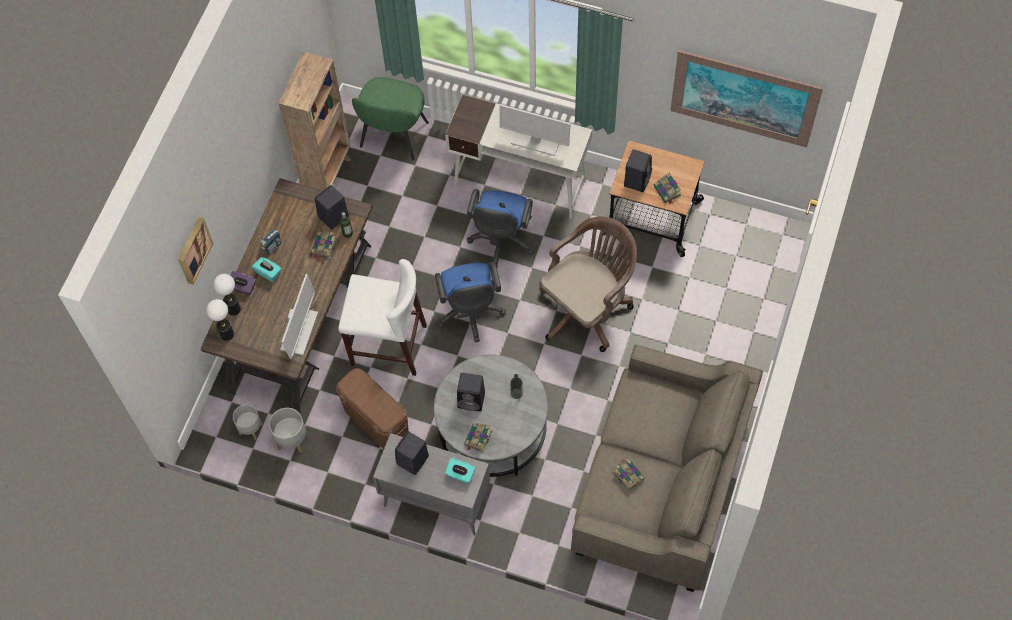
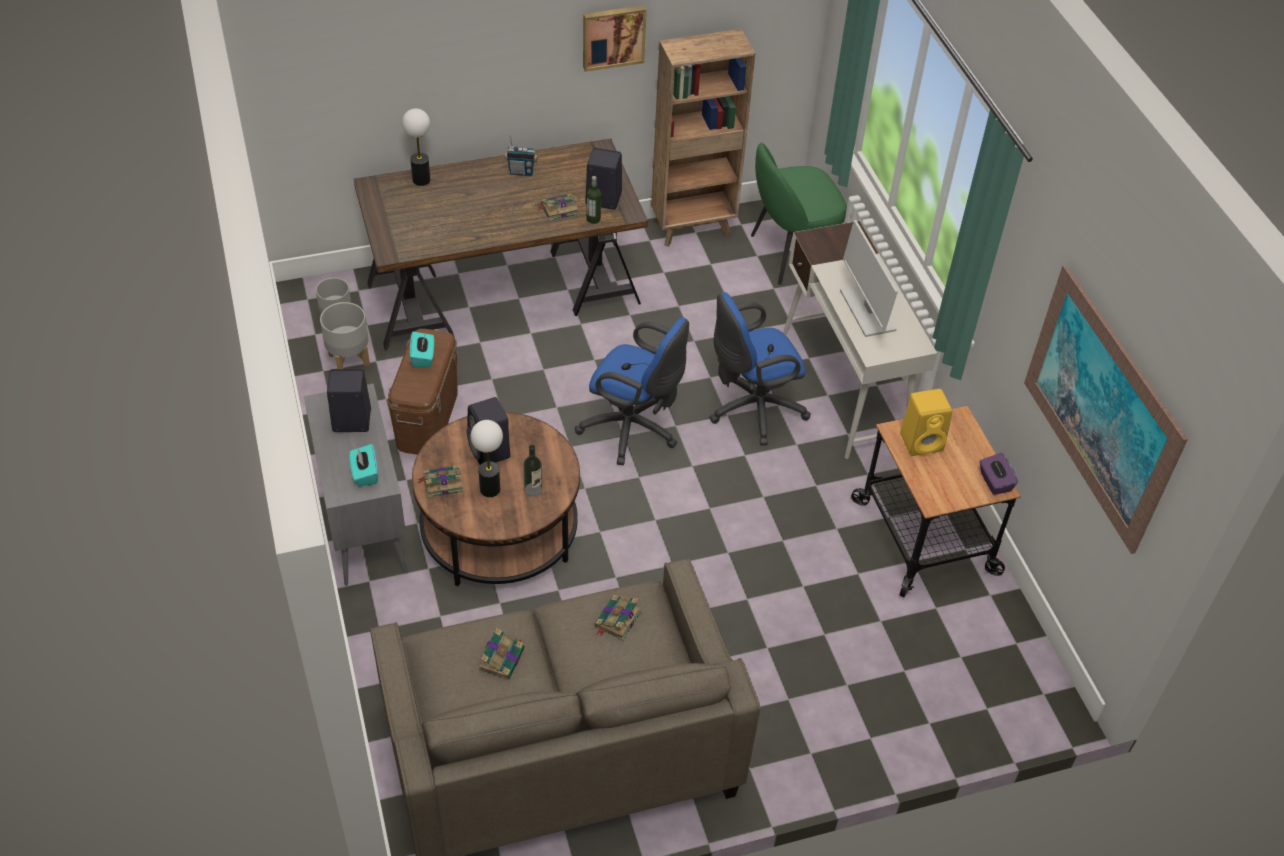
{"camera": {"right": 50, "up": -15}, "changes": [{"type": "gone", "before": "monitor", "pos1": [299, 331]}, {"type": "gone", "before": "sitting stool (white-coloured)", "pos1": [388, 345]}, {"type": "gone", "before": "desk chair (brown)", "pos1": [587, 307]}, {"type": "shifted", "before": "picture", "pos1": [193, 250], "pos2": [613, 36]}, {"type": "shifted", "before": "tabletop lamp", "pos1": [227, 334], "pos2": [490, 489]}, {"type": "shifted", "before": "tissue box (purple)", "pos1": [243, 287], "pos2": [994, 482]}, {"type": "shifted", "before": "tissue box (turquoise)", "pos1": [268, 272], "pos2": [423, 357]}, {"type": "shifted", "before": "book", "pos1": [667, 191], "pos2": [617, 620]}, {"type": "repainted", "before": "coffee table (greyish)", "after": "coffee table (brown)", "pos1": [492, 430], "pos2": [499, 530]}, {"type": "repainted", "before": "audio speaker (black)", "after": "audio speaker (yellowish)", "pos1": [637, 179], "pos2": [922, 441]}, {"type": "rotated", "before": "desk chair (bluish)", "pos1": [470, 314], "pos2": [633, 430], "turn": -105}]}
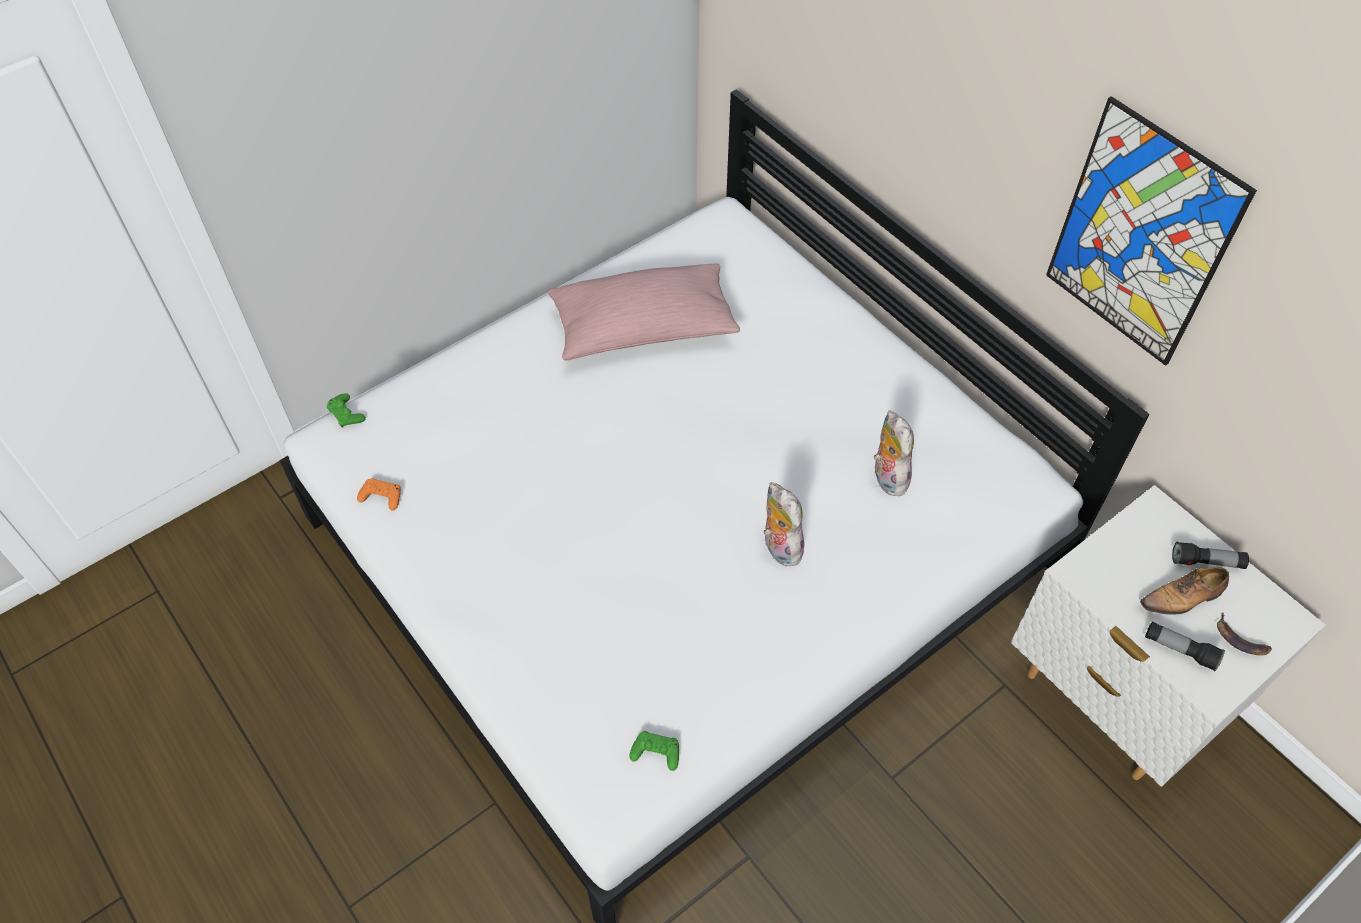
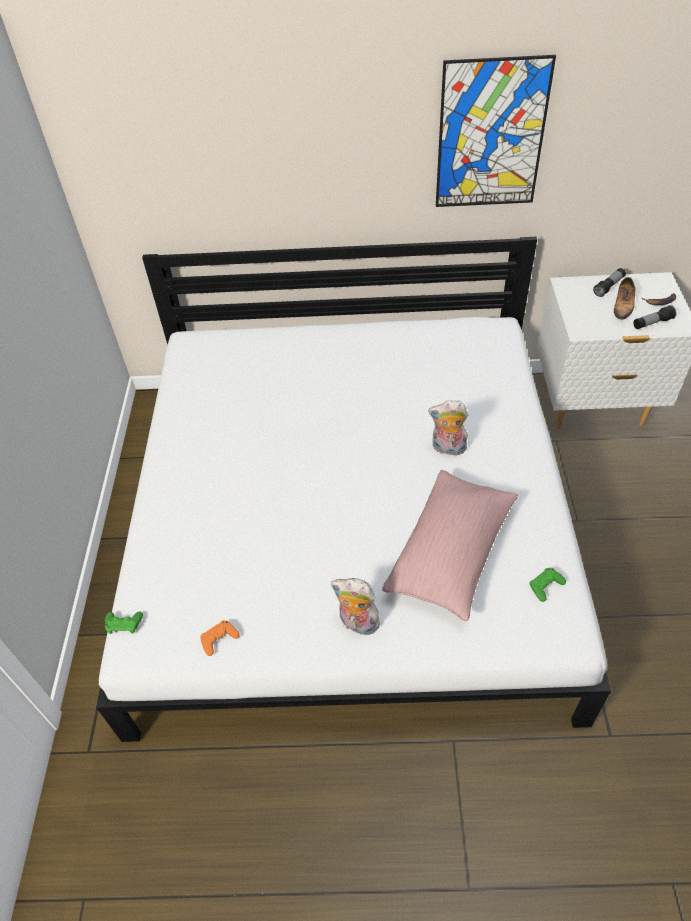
{"camera": {"right": -50, "up": -5}, "changes": [{"type": "shifted", "before": "throw pillow (pinkish)", "pos1": [643, 328], "pos2": [451, 553]}, {"type": "shifted", "before": "soft toy", "pos1": [887, 477], "pos2": [357, 623]}]}
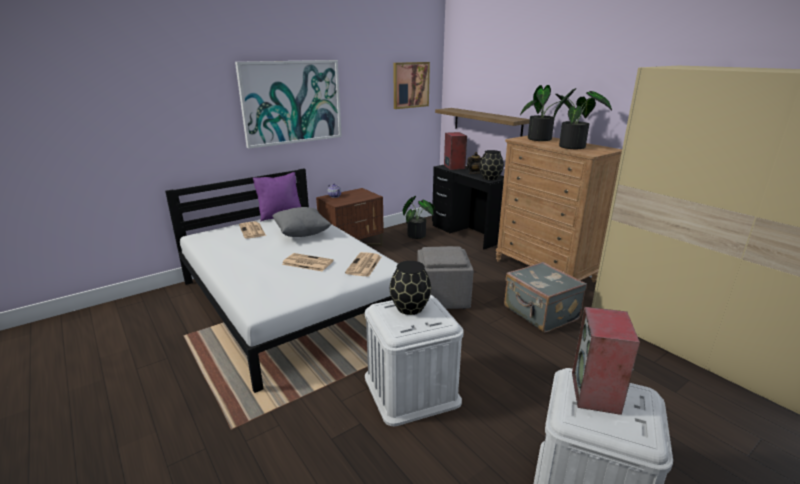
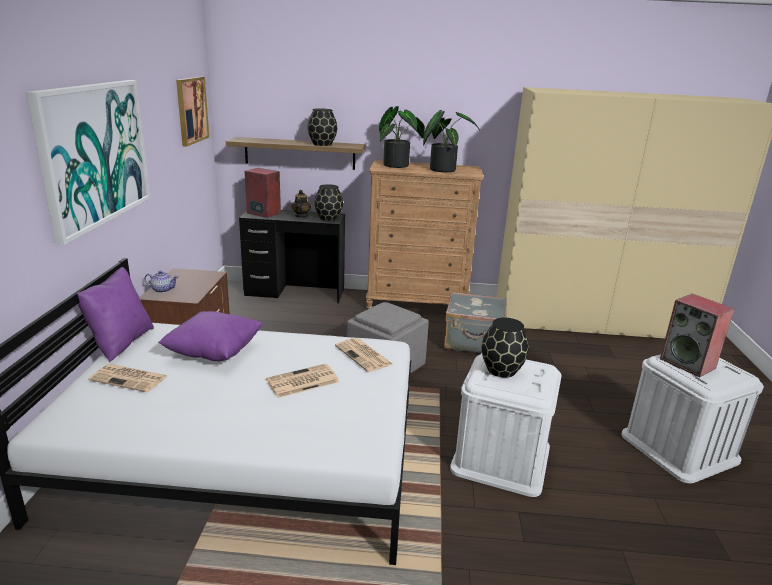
{"camera": {"right": -50, "up": 0}, "changes": [{"type": "gone", "before": "plant in a pot", "pos1": [419, 235]}, {"type": "new", "after": "flower vase (black)", "pos2": [322, 144]}, {"type": "repainted", "before": "throw pillow (greyish)", "after": "throw pillow (purple)", "pos1": [302, 233], "pos2": [214, 353]}]}
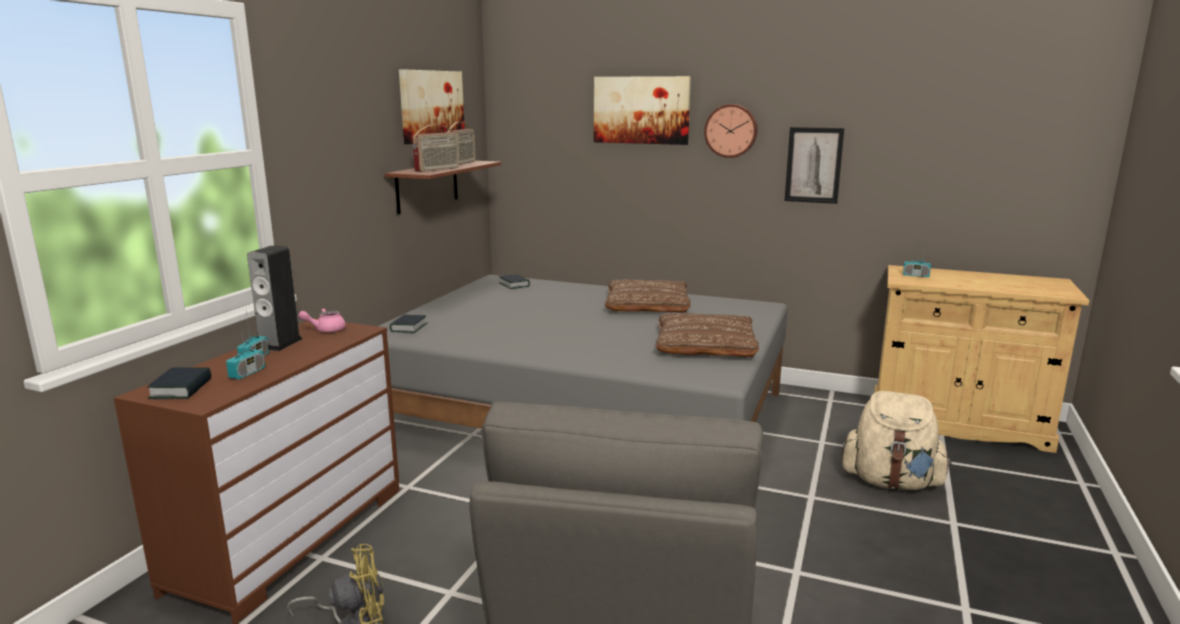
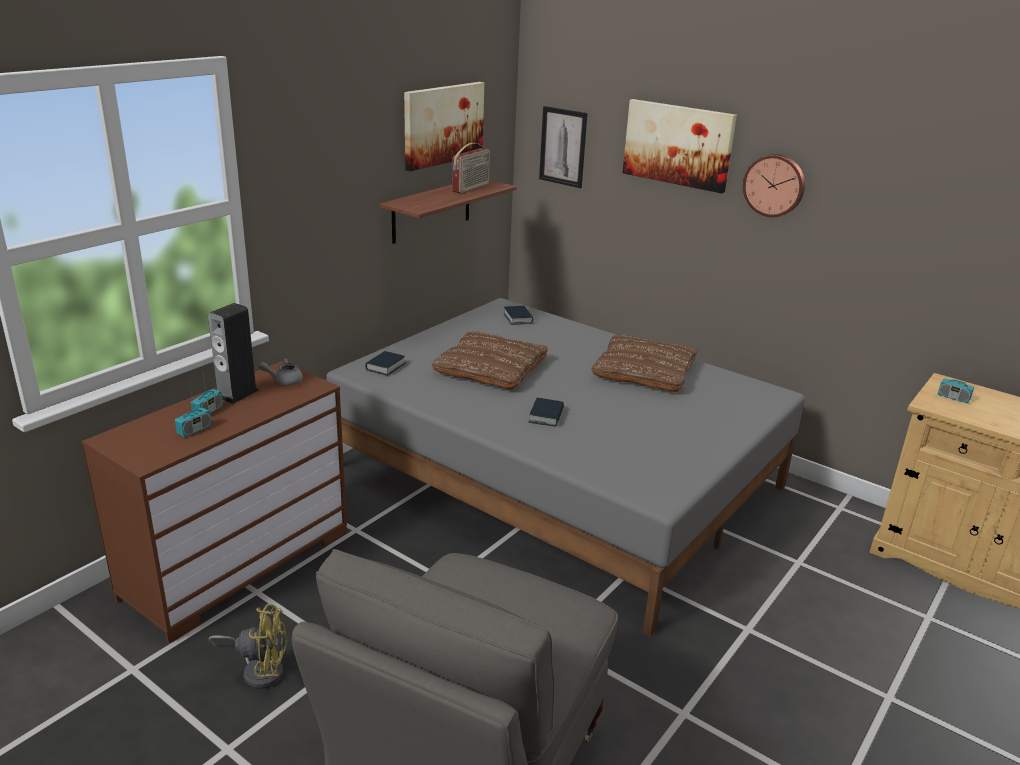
{"camera": {"right": 15, "up": 10}, "changes": [{"type": "gone", "before": "radio receiver", "pos1": [438, 169]}, {"type": "gone", "before": "rucksack (beige)", "pos1": [891, 482]}, {"type": "shifted", "before": "book", "pos1": [181, 389], "pos2": [546, 416]}, {"type": "shifted", "before": "throw pillow (brown)", "pos1": [705, 344], "pos2": [490, 367]}, {"type": "shifted", "before": "picture", "pos1": [813, 165], "pos2": [563, 147]}, {"type": "repainted", "before": "teapot (pinkish)", "after": "teapot (greyish)", "pos1": [325, 330], "pos2": [284, 381]}]}
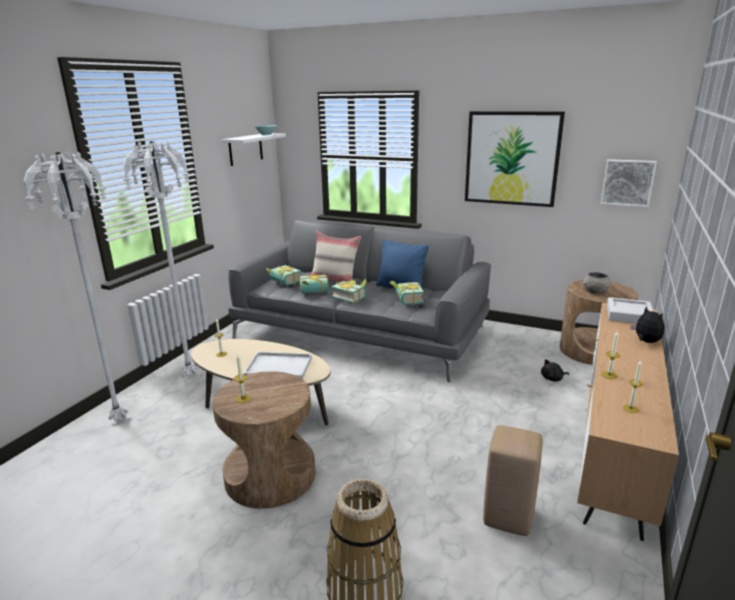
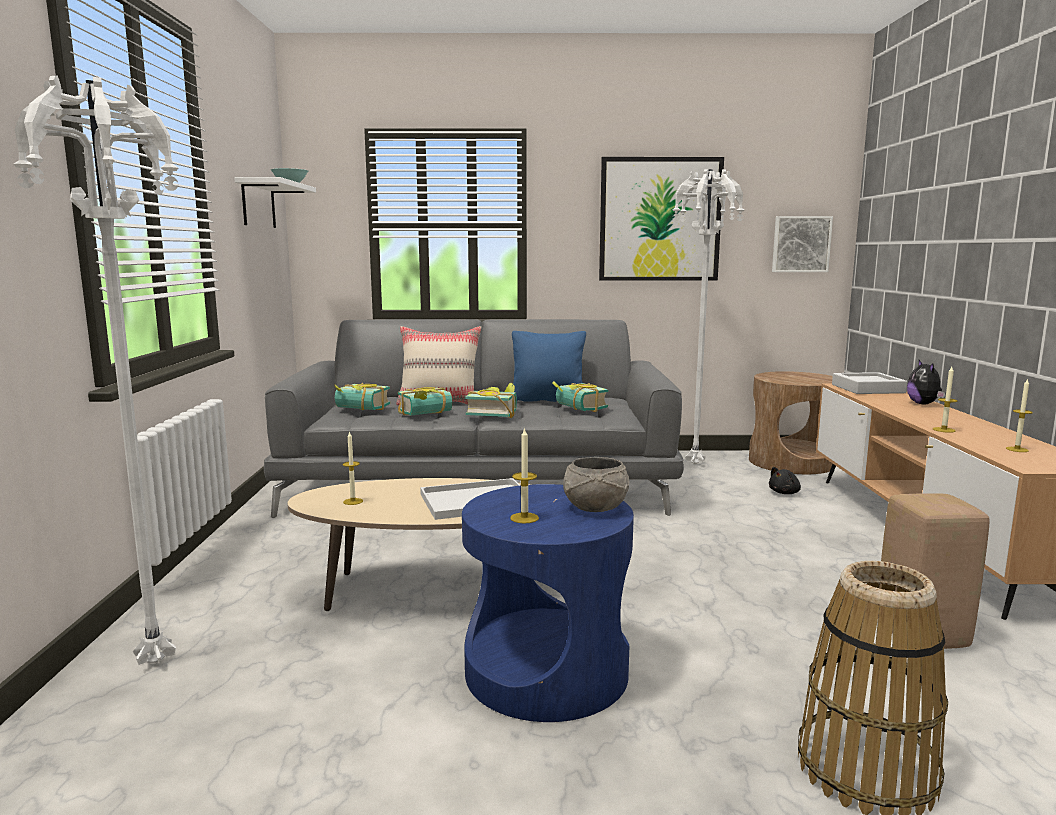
{"camera": {"right": -25, "up": -10}, "changes": [{"type": "shifted", "before": "standard lamp (white-coloured)", "pos1": [189, 376], "pos2": [696, 464]}, {"type": "shifted", "before": "bowl (greyish)", "pos1": [594, 292], "pos2": [594, 508]}, {"type": "repainted", "before": "side table (brown)", "after": "side table (bluish)", "pos1": [270, 475], "pos2": [545, 671]}, {"type": "rotated", "before": "soft toy", "pos1": [645, 341], "pos2": [924, 404], "turn": -135}]}
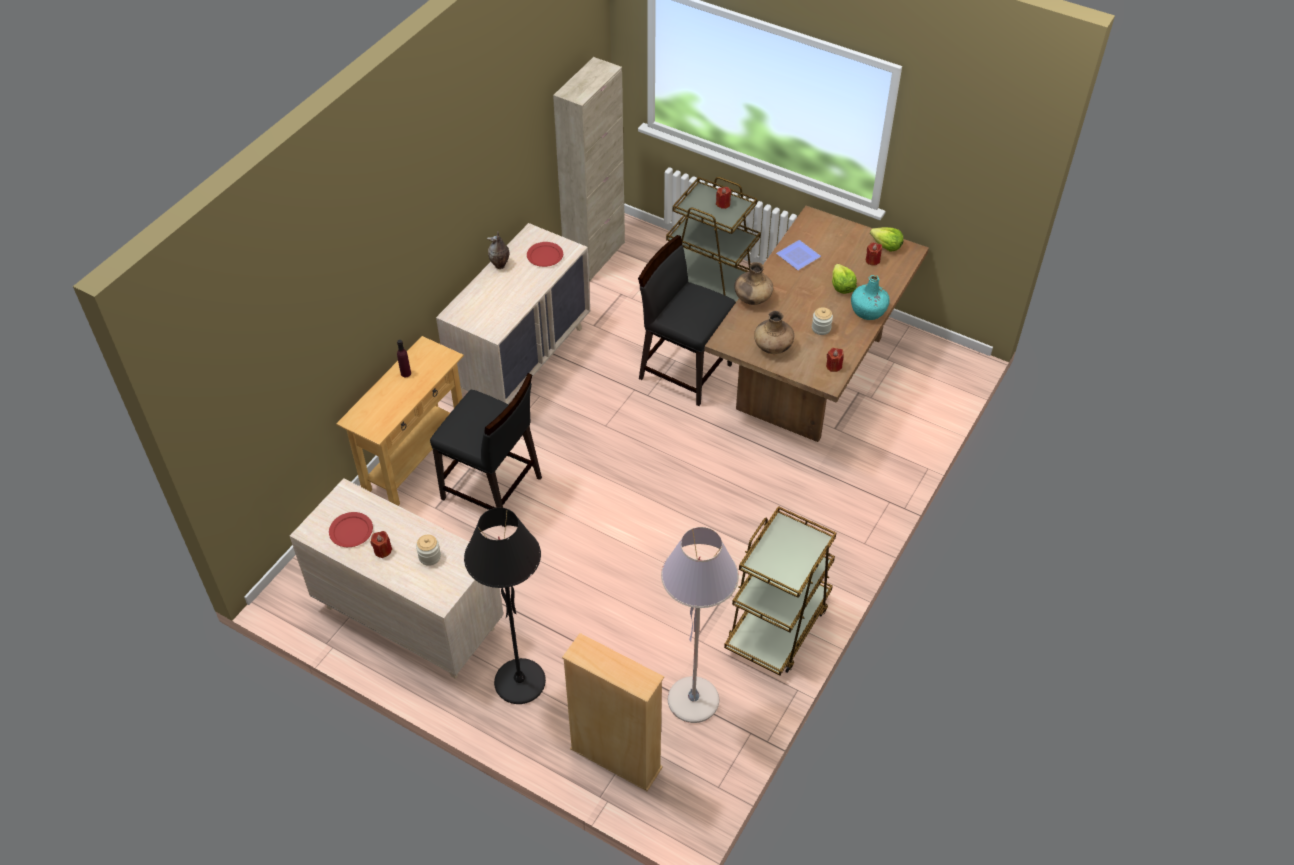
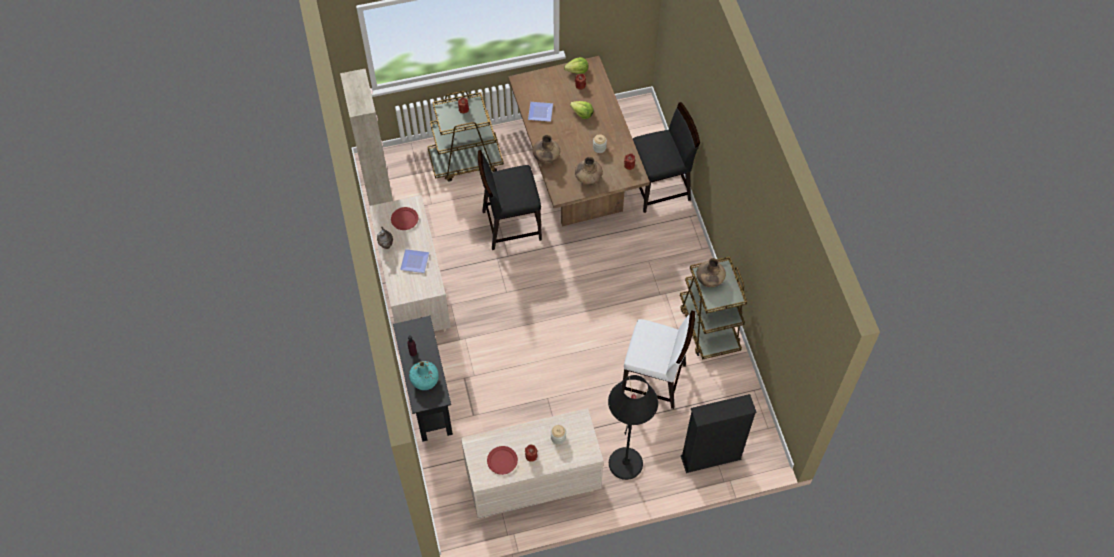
{"camera": {"right": -45, "up": 10}, "changes": [{"type": "gone", "before": "standard lamp (greyish)", "pos1": [693, 701]}, {"type": "new", "after": "plate", "pos2": [416, 261]}, {"type": "new", "after": "upright chair (white-coloured)", "pos2": [654, 380]}, {"type": "new", "after": "flower vase (brown)", "pos2": [709, 280]}, {"type": "shifted", "before": "upright chair (black)", "pos1": [492, 489], "pos2": [660, 188]}, {"type": "shifted", "before": "beverage bottle (turquoise)", "pos1": [868, 310], "pos2": [425, 380]}, {"type": "repainted", "before": "console table (beige)", "after": "console table (black)", "pos1": [415, 459], "pos2": [428, 398]}, {"type": "repainted", "before": "shelving unit (beige)", "after": "shelving unit (black)", "pos1": [616, 758], "pos2": [711, 458]}]}
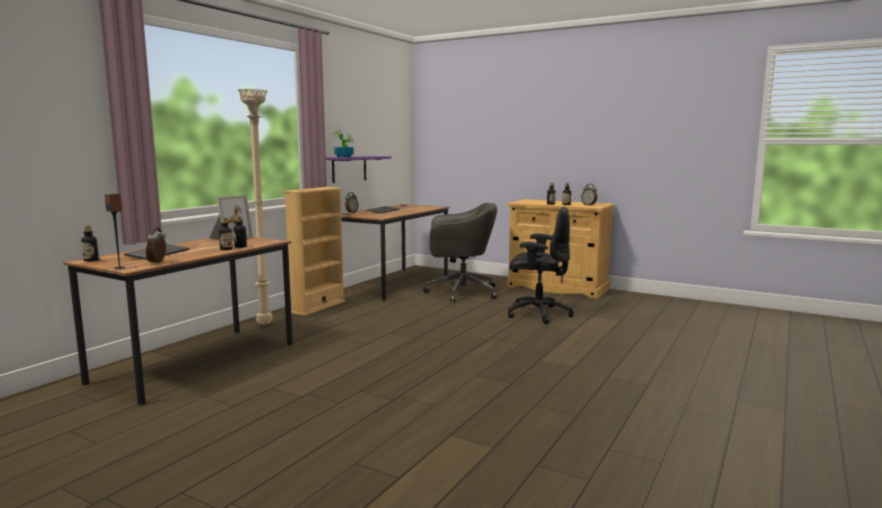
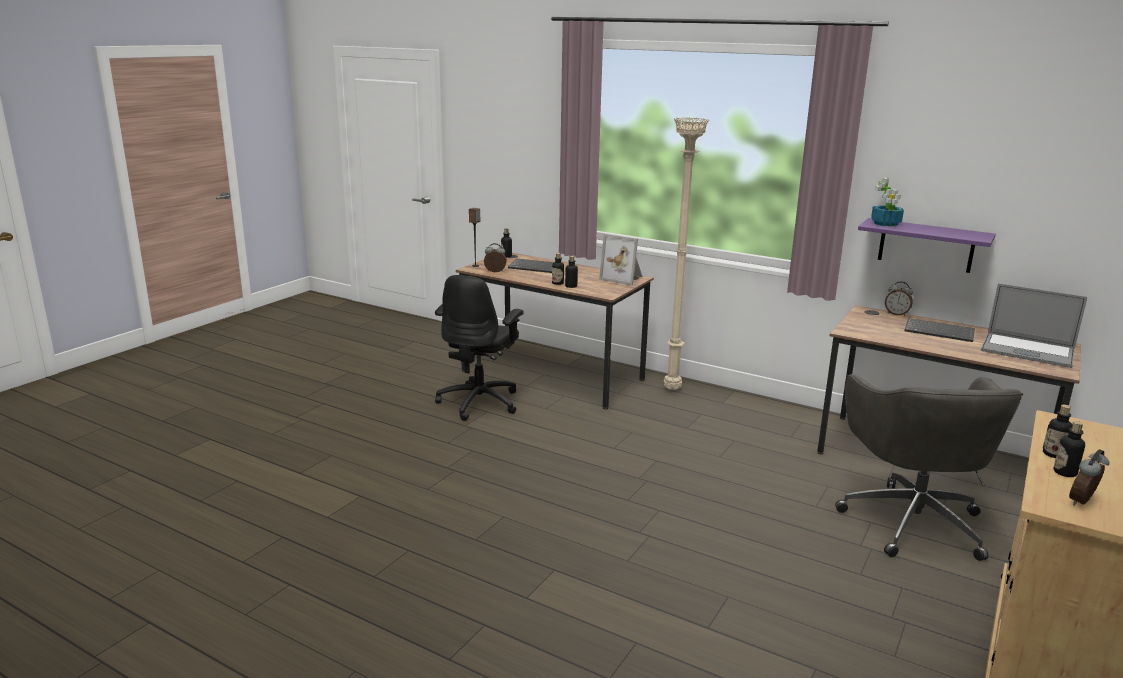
{"camera": {"right": 90, "up": 10}, "changes": [{"type": "gone", "before": "shelving unit (beige)", "pos1": [318, 307]}, {"type": "new", "after": "portable computer", "pos2": [1027, 351]}, {"type": "shifted", "before": "desk chair (black)", "pos1": [537, 314], "pos2": [480, 402]}]}
